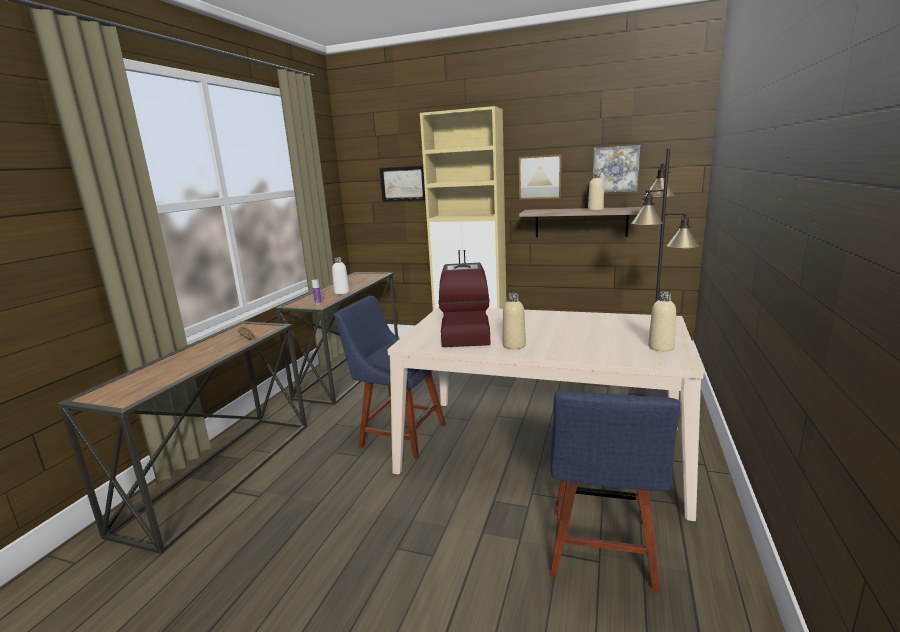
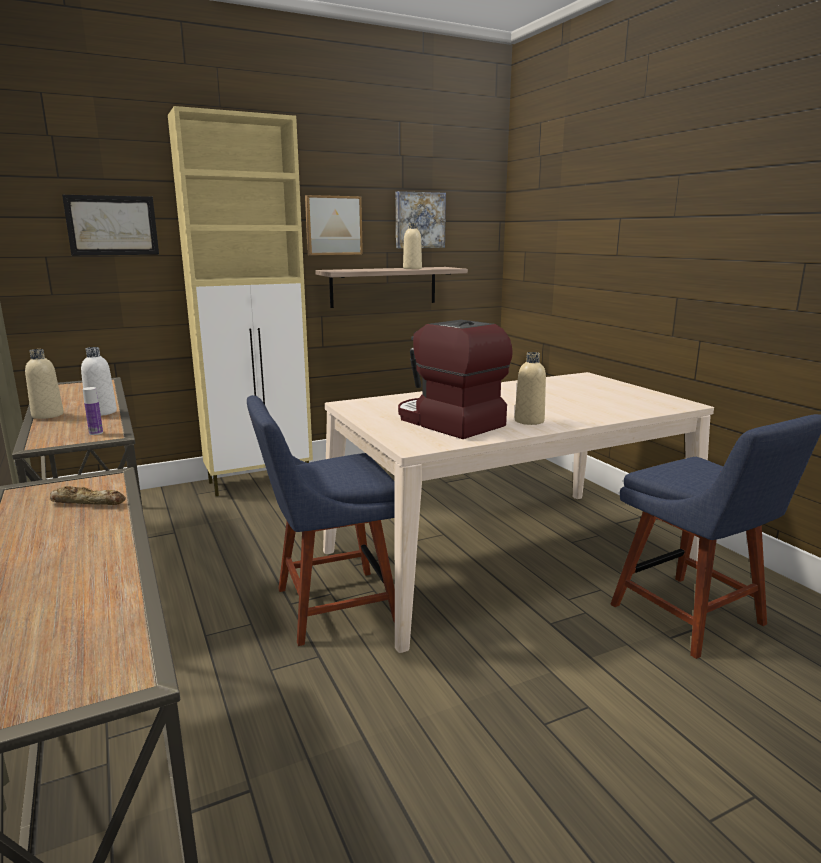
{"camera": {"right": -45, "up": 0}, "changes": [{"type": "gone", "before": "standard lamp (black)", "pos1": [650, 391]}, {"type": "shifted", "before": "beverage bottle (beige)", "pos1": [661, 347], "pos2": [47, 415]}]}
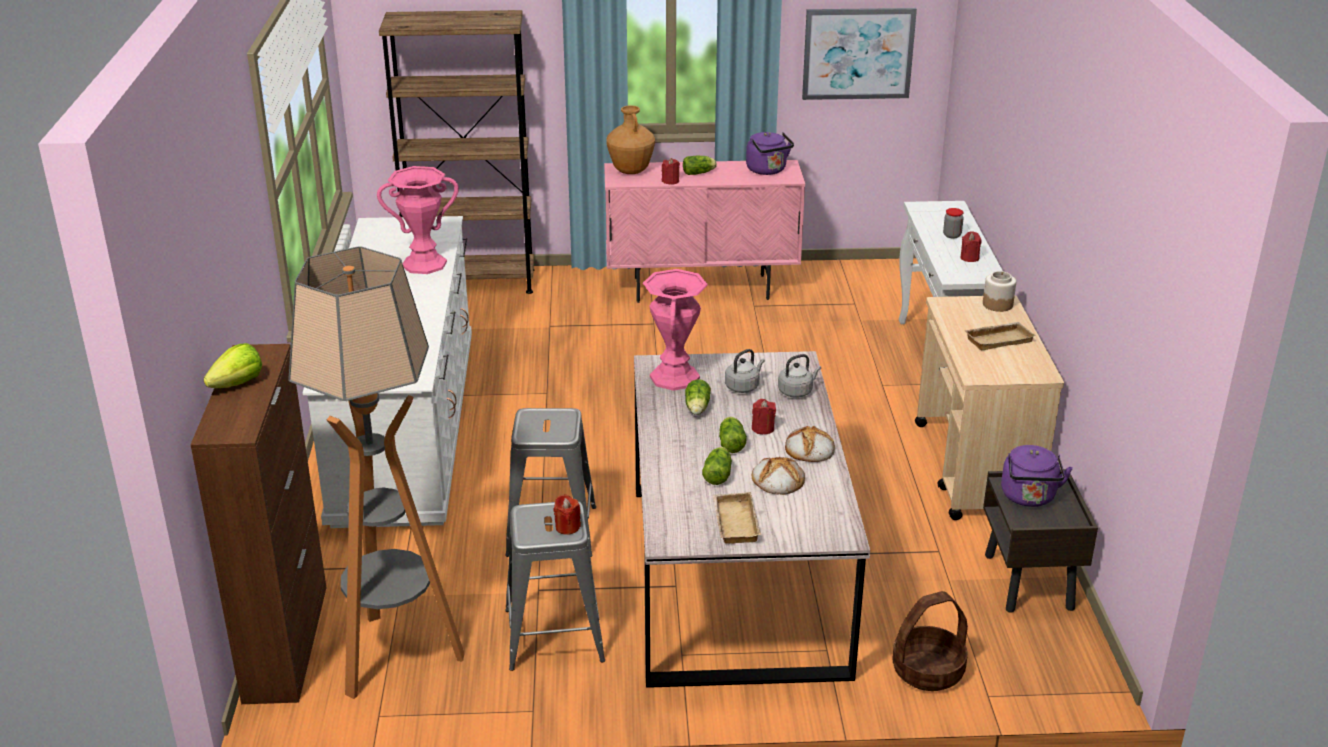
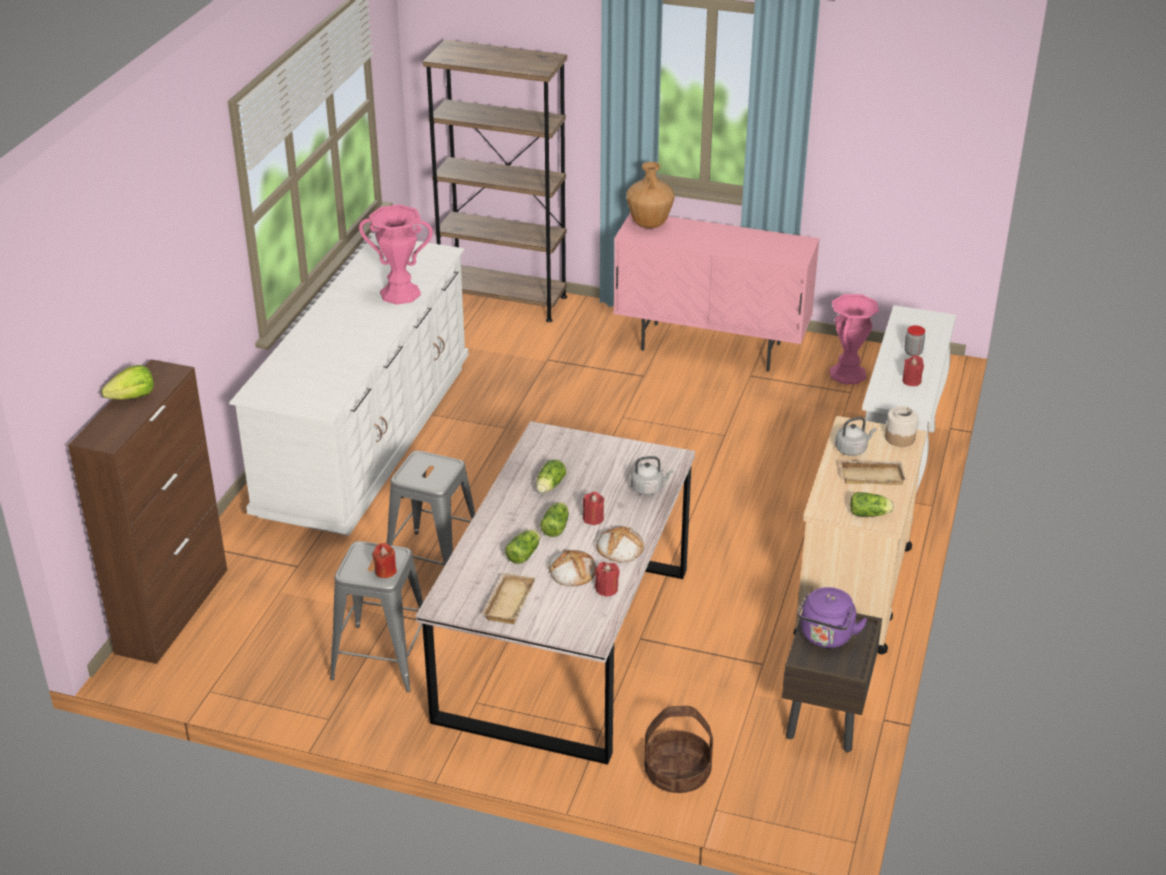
{"camera": {"right": 20, "up": 5}, "changes": [{"type": "gone", "before": "standard lamp", "pos1": [396, 656]}, {"type": "gone", "before": "kettle (purple)", "pos1": [768, 170]}, {"type": "gone", "before": "picture", "pos1": [858, 53]}, {"type": "shifted", "before": "flower vase (pinkish)", "pos1": [675, 377], "pos2": [847, 374]}, {"type": "shifted", "before": "wax candle (red-coloured)", "pos1": [670, 181], "pos2": [606, 589]}, {"type": "shifted", "before": "head of lettuce", "pos1": [699, 173], "pos2": [871, 514]}, {"type": "shifted", "before": "kettle (greyish)", "pos1": [743, 386], "pos2": [852, 449]}]}
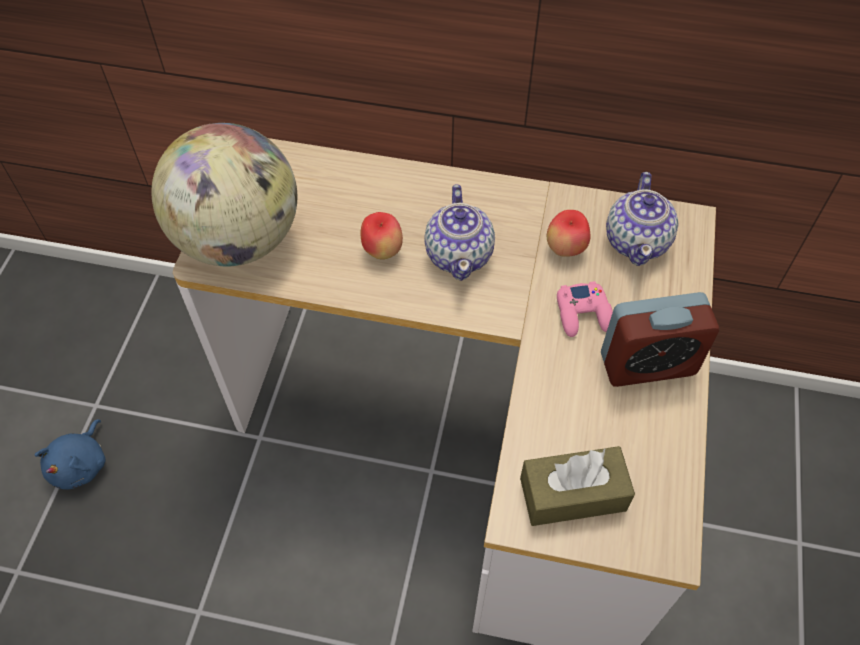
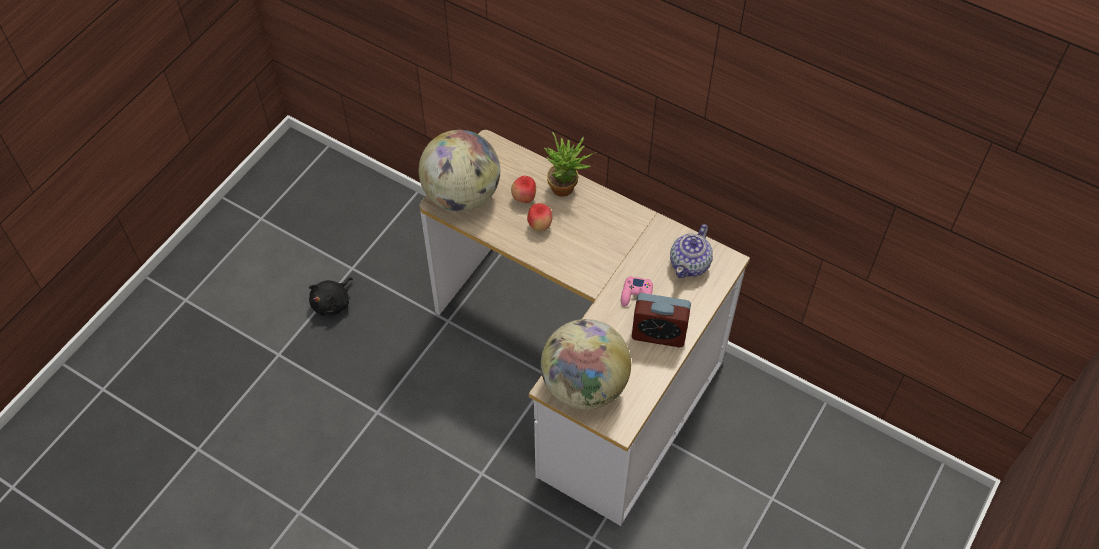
{"camera": {"right": 20, "up": 0}, "changes": [{"type": "gone", "before": "teapot", "pos1": [459, 254]}, {"type": "new", "after": "plant in a pot", "pos2": [567, 188]}, {"type": "shifted", "before": "whole apple", "pos1": [565, 249], "pos2": [524, 198]}, {"type": "swapped", "before": "tissue box (brown)", "after": "desk globe", "pos1": [572, 494], "pos2": [584, 385]}, {"type": "repainted", "before": "soft toy (bluish)", "after": "soft toy (black)", "pos1": [81, 464], "pos2": [333, 303]}]}
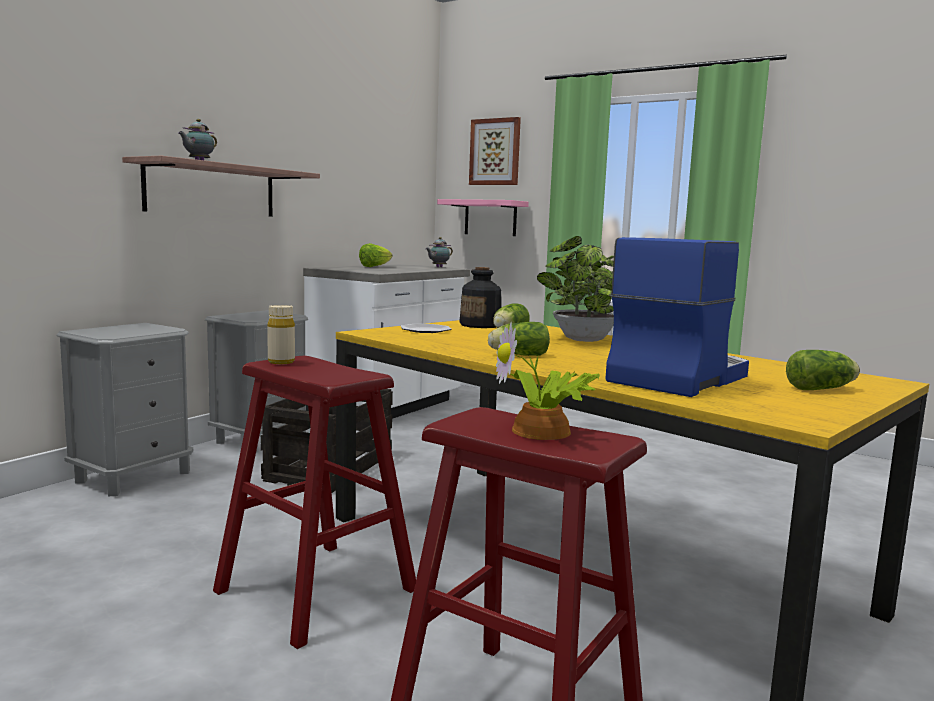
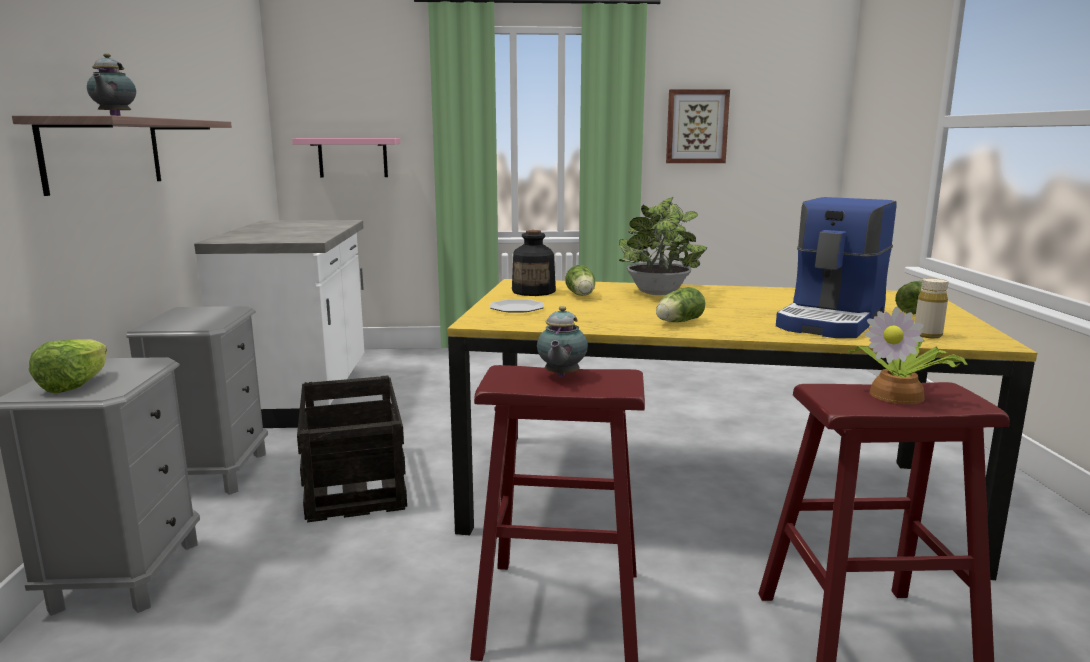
{"camera": {"right": -35, "up": 5}, "changes": [{"type": "shifted", "before": "beverage bottle (beige)", "pos1": [281, 362], "pos2": [927, 335]}, {"type": "shifted", "before": "head of lettuce", "pos1": [375, 267], "pos2": [75, 385]}, {"type": "shifted", "before": "teapot", "pos1": [438, 267], "pos2": [561, 376]}, {"type": "shifted", "before": "picture", "pos1": [495, 152], "pos2": [696, 126]}, {"type": "rotated", "before": "coffee maker", "pos1": [677, 378], "pos2": [832, 321], "turn": -150}]}
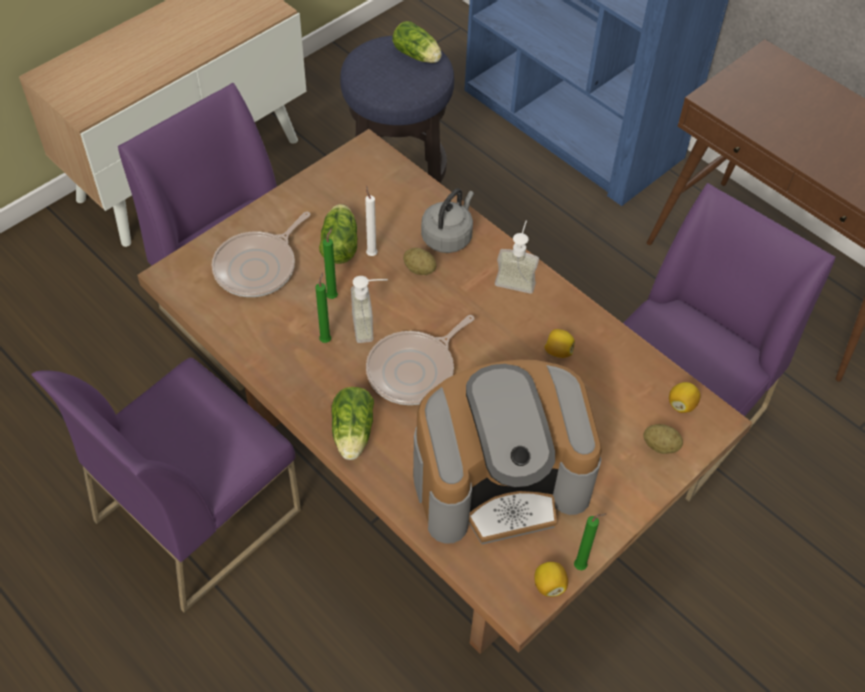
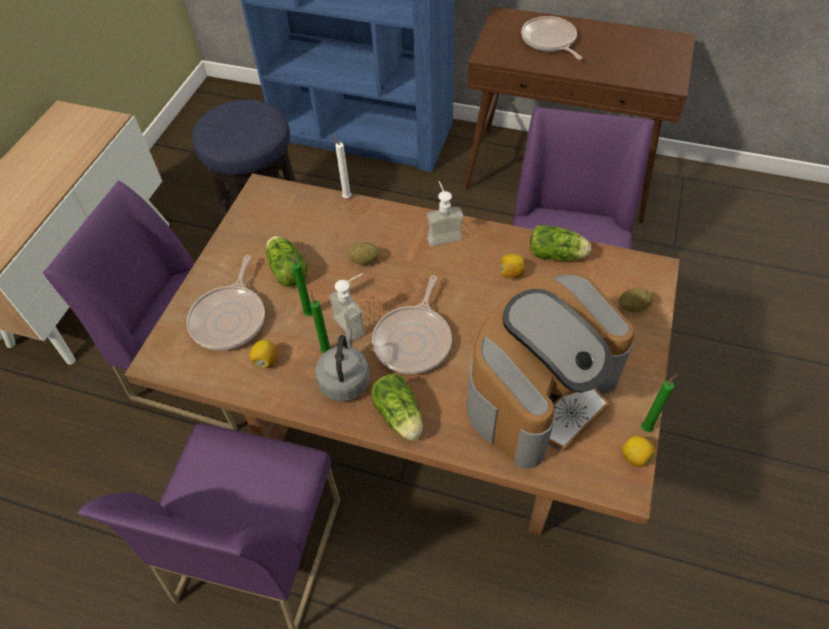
{"camera": {"right": -25, "up": 0}, "changes": [{"type": "new", "after": "skillet", "pos2": [549, 41]}, {"type": "shifted", "before": "wax candle (white-coloured)", "pos1": [371, 253], "pos2": [346, 197]}, {"type": "shifted", "before": "head of lettuce", "pos1": [418, 56], "pos2": [558, 255]}, {"type": "shifted", "before": "kettle (greyish)", "pos1": [448, 236], "pos2": [345, 379]}, {"type": "shifted", "before": "citrus fruit", "pos1": [681, 404], "pos2": [266, 360]}]}
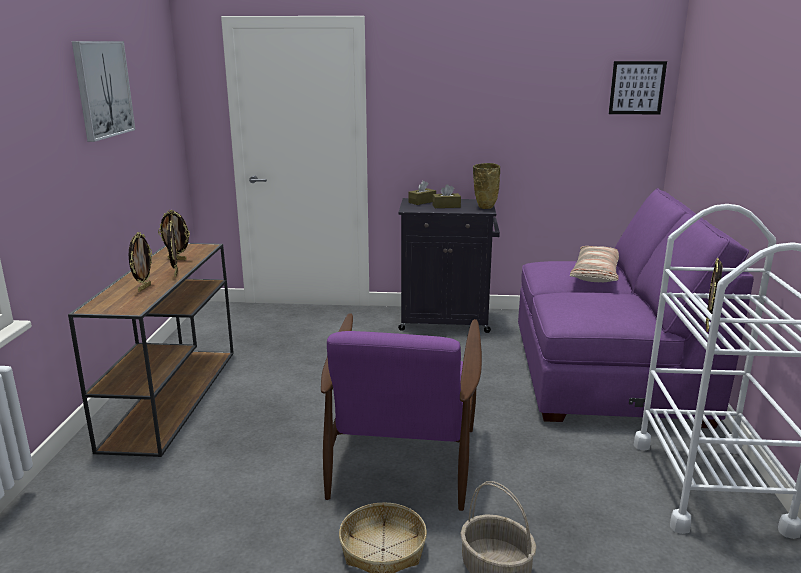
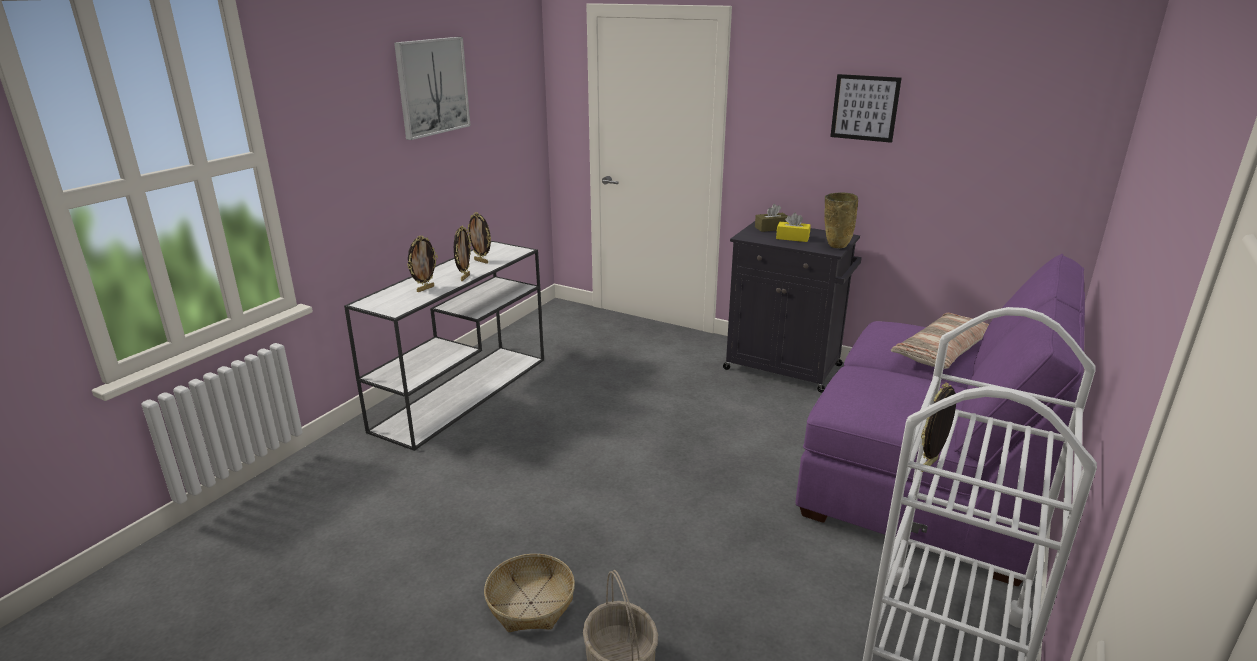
{"camera": {"right": 25, "up": 5}, "changes": [{"type": "gone", "before": "lounge chair (purple)", "pos1": [402, 457]}, {"type": "shifted", "before": "picture", "pos1": [637, 88], "pos2": [865, 108]}, {"type": "repainted", "before": "console table (brown)", "after": "console table (white-coloured)", "pos1": [173, 395], "pos2": [463, 392]}, {"type": "repainted", "before": "tissue box (brown)", "after": "tissue box (yellowish)", "pos1": [446, 206], "pos2": [792, 238]}]}
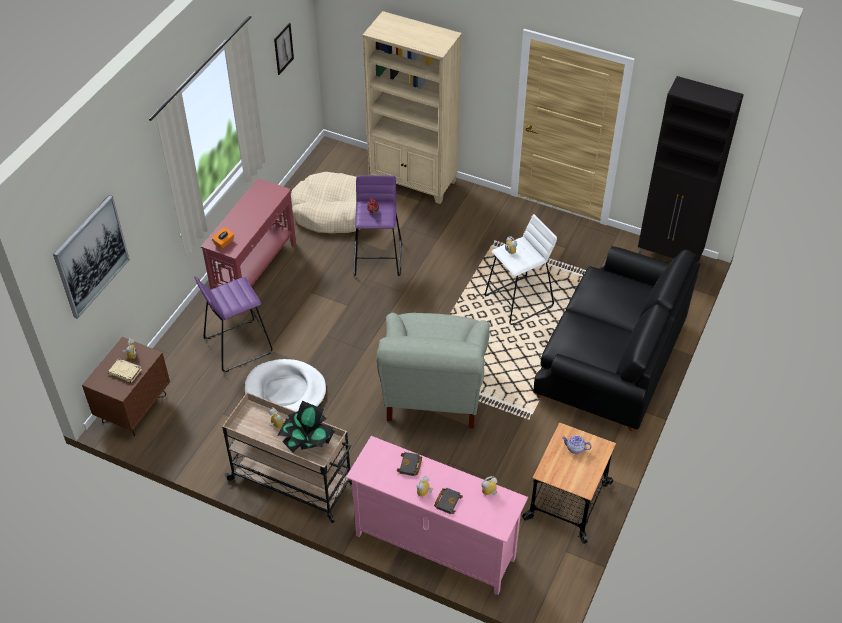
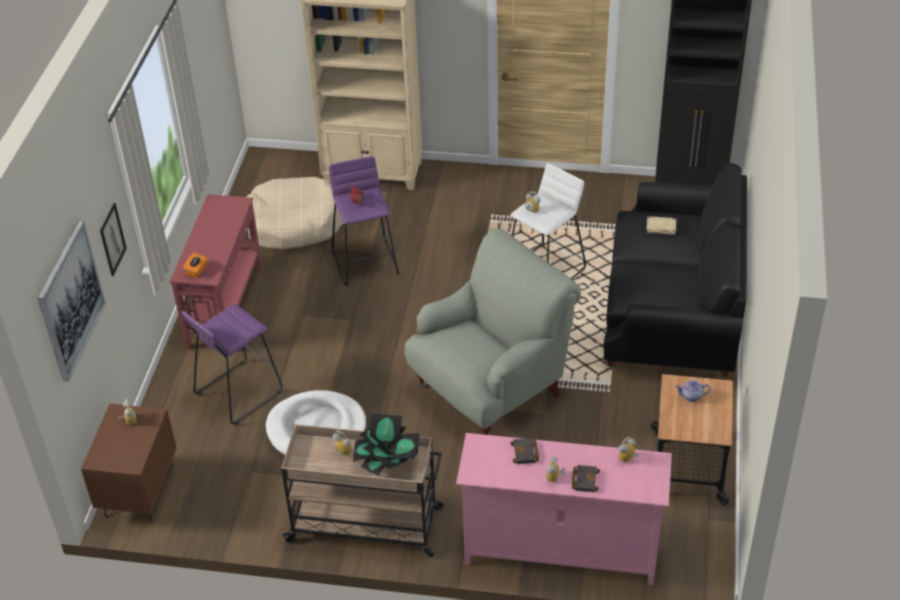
{"camera": {"right": -15, "up": -5}, "changes": [{"type": "shifted", "before": "book (beige)", "pos1": [125, 372], "pos2": [661, 227]}, {"type": "shifted", "before": "picture", "pos1": [283, 48], "pos2": [112, 239]}, {"type": "rotated", "before": "lounge chair (greyish)", "pos1": [434, 393], "pos2": [490, 390], "turn": -120}]}
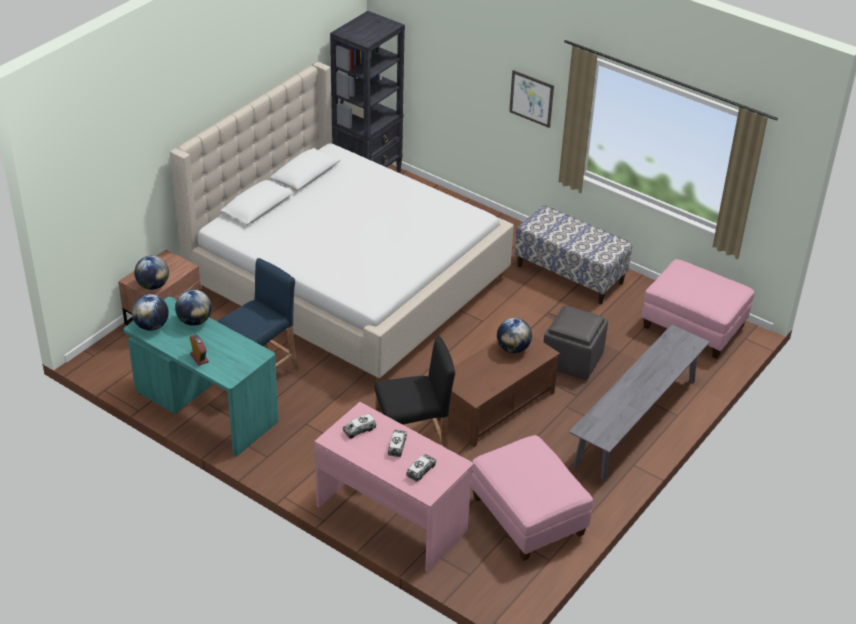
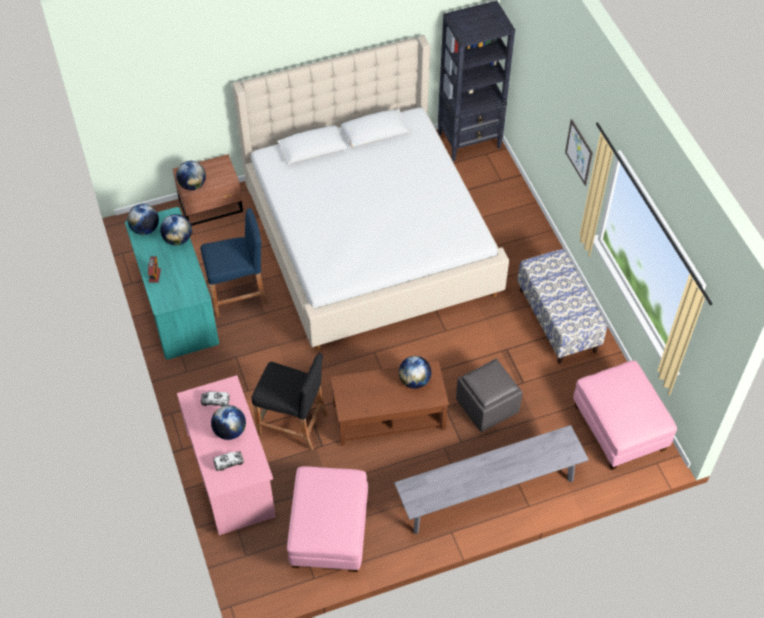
{"camera": {"right": 35, "up": 15}, "changes": [{"type": "swapped", "before": "toy lorry", "after": "desk globe", "pos1": [397, 446], "pos2": [230, 431]}]}
